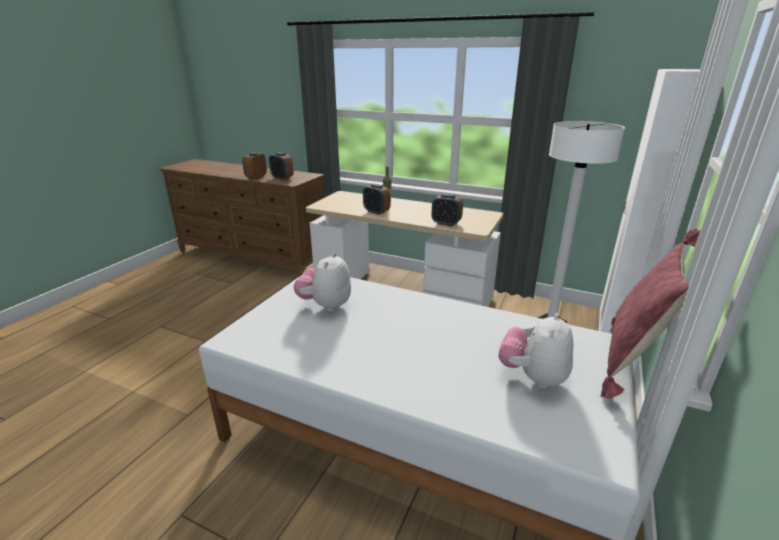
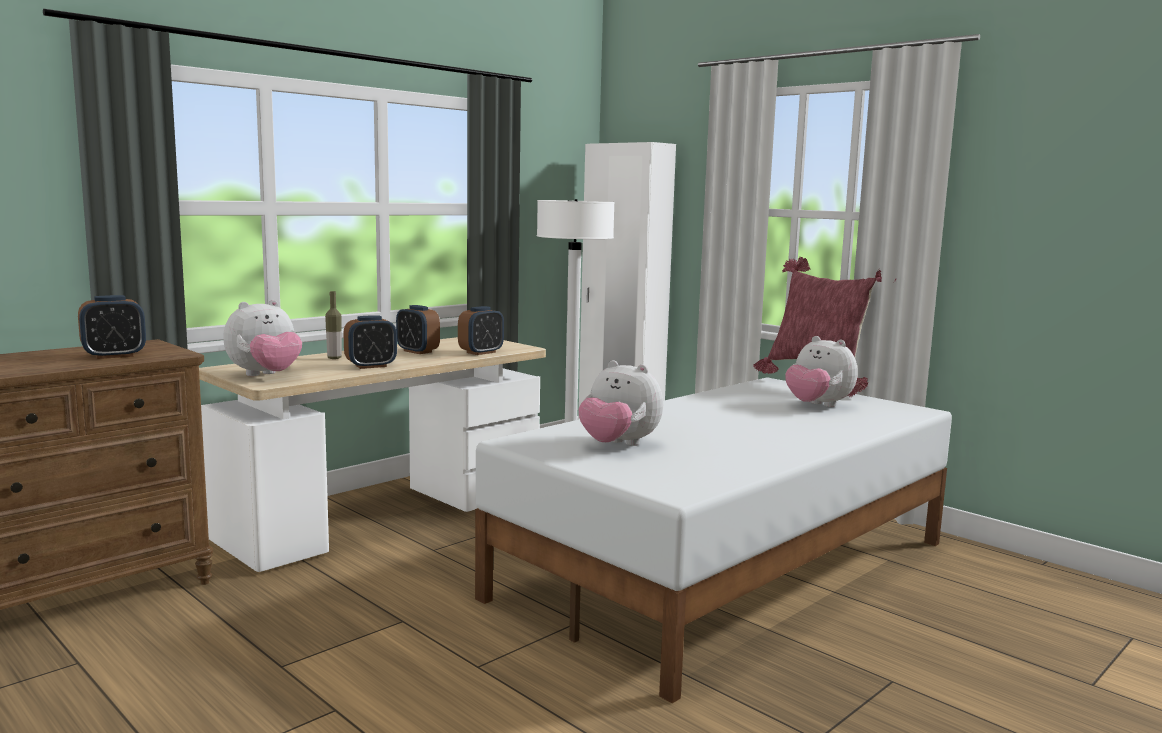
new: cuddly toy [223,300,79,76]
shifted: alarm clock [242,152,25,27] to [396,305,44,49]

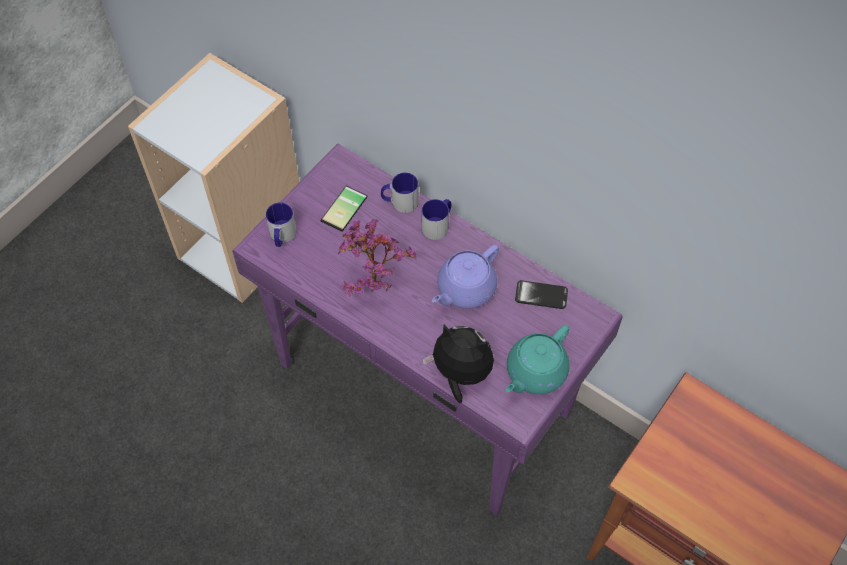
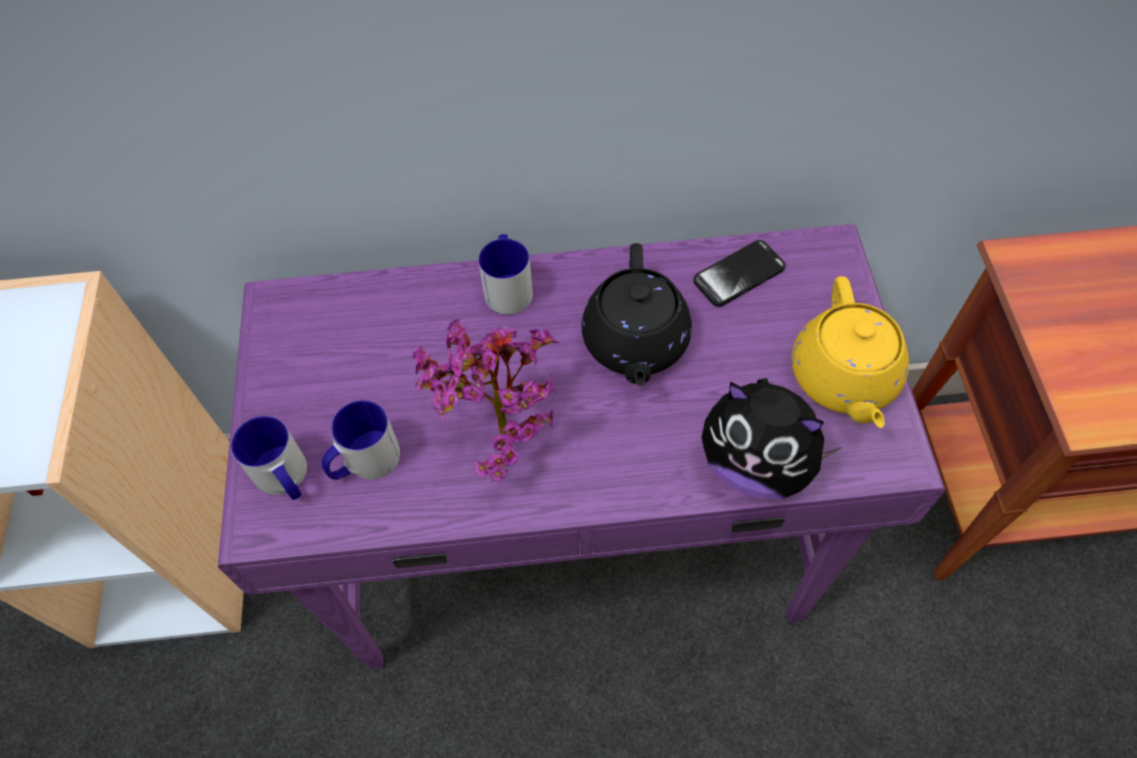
gone: telephone [320,186,48,46]
shifted: coffee mug [381,173,38,40] to [322,400,78,80]
repainted: teapot (purple-coloured) [432,244,67,65] to teapot (black) [582,243,110,143]; teapot (turquoise) [506,325,64,69] to teapot (yellow-coloured) [792,276,117,152]
rotated: cuddly toy [422,324,72,80] = [702,378,139,121] 135 degrees counterclockwise

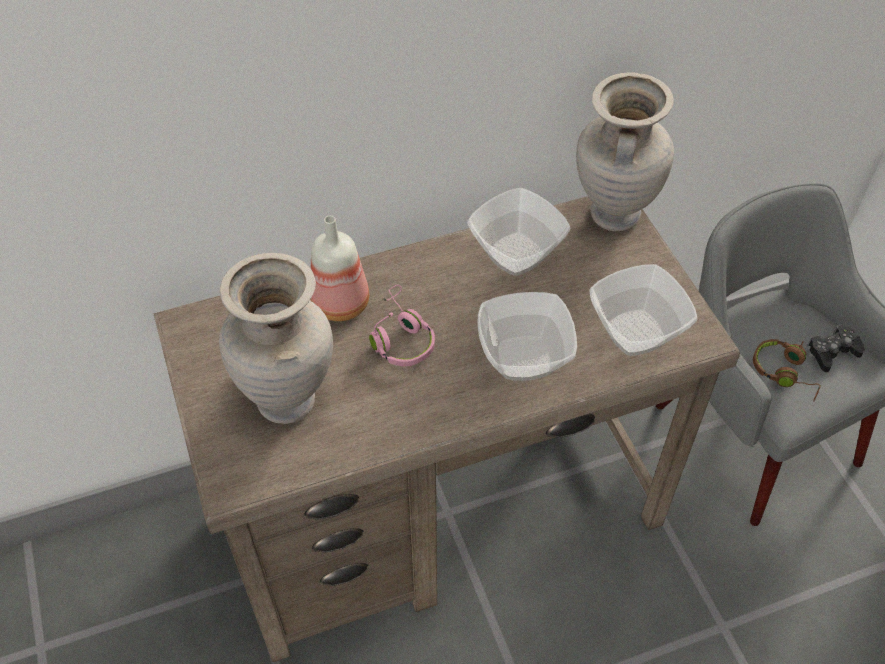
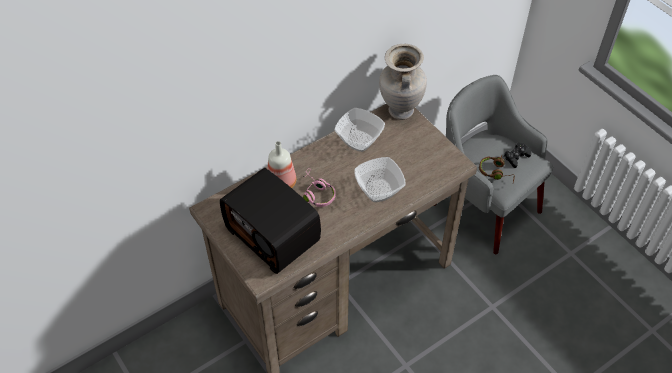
gone: bowl [589,264,108,92]
swapped: decorative vase (beige) [219,253,114,171] to radio set [220,168,101,106]

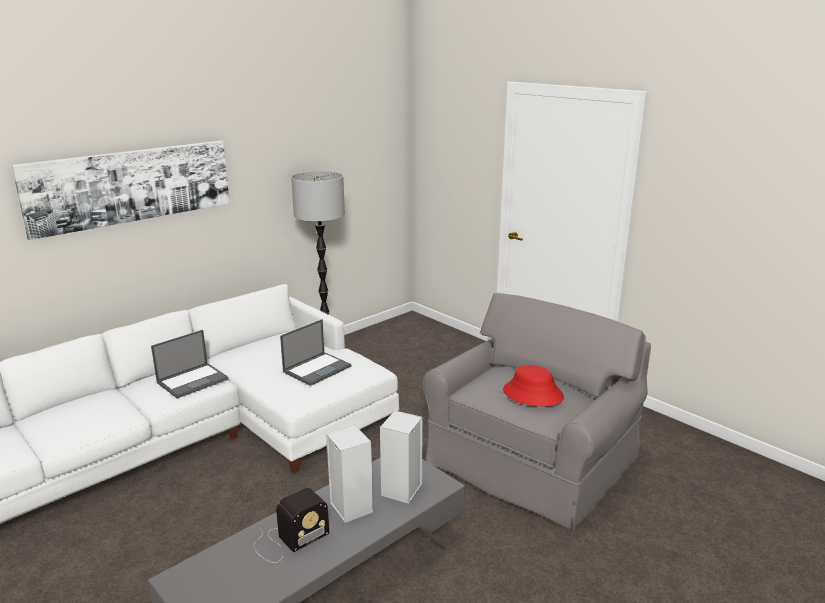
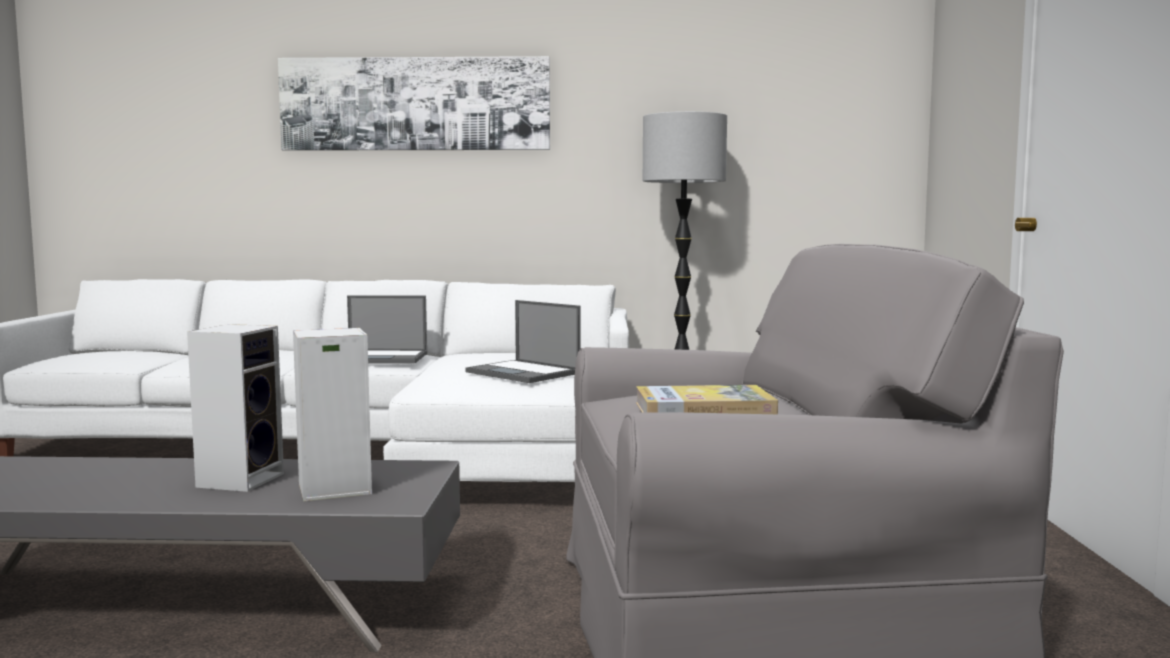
gone: radio set [253,488,76,75]
swapped: clothing hat (red-coloured) [503,365,61,41] to bound book [636,385,142,29]
rotated: notebook computer [280,319,71,67] = [465,300,116,83] 45 degrees clockwise

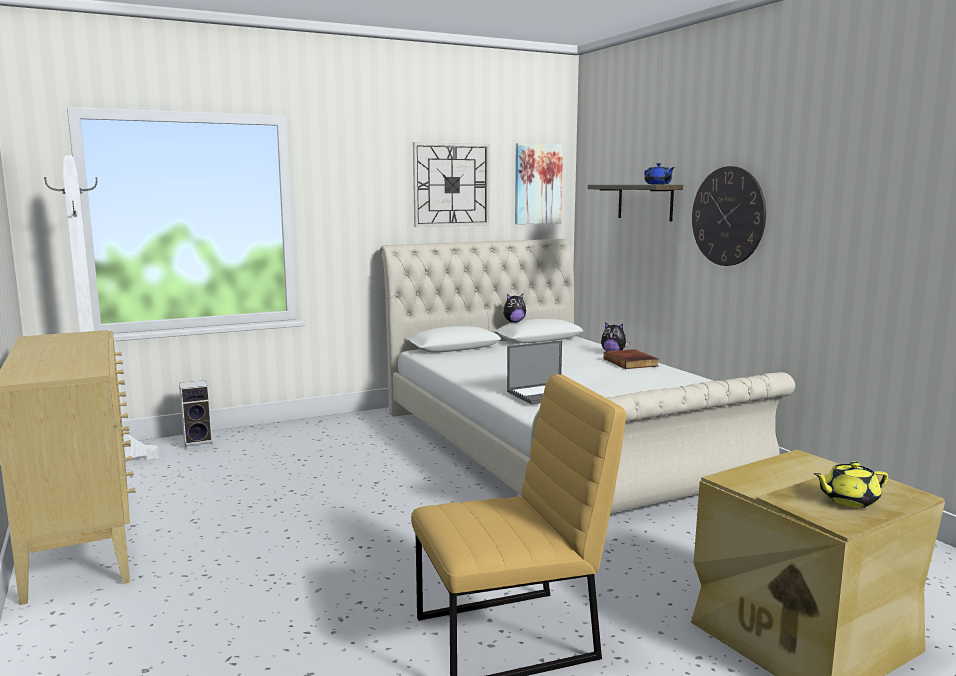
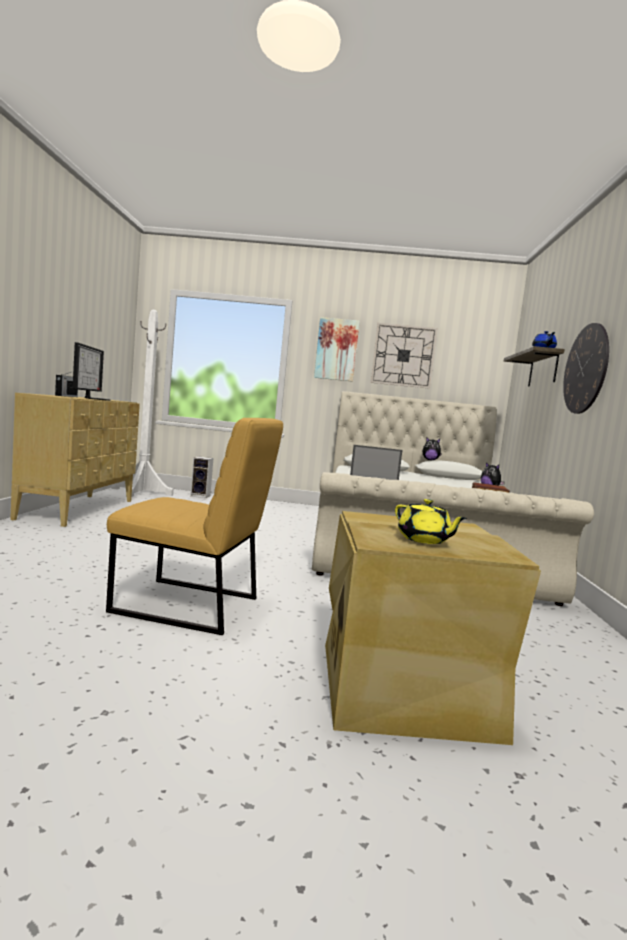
new: radio set [55,372,23,25]; monitor [73,342,37,59]
shifted: wall picture [515,143,48,81] to [314,317,46,65]
rotated: teapot (yellow-coloured) [814,462,74,46] = [395,499,72,45] 150 degrees counterclockwise

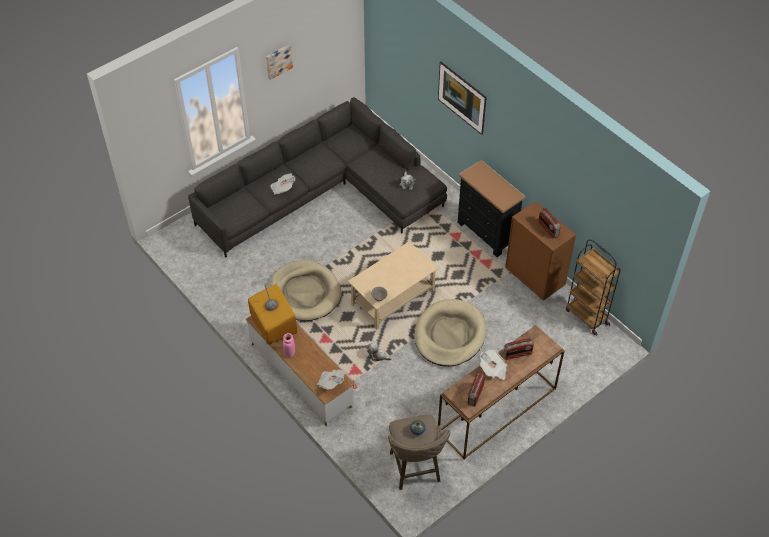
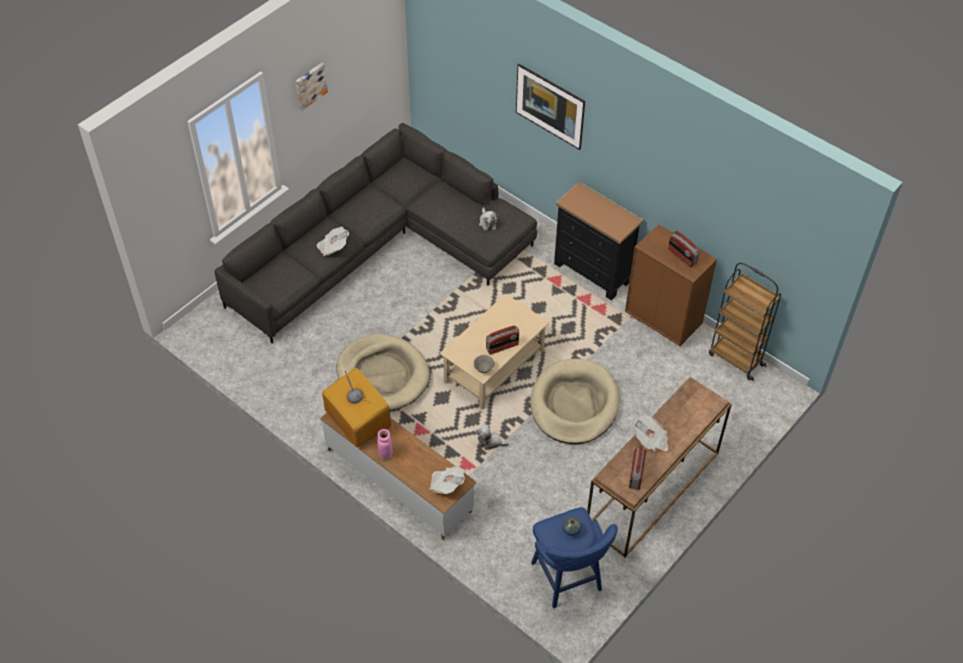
shifted: radio set [504,338,30,22] to [486,325,33,30]
repainted: stool seat (beige) [388,414,62,76] to stool seat (bluish) [531,507,87,101]

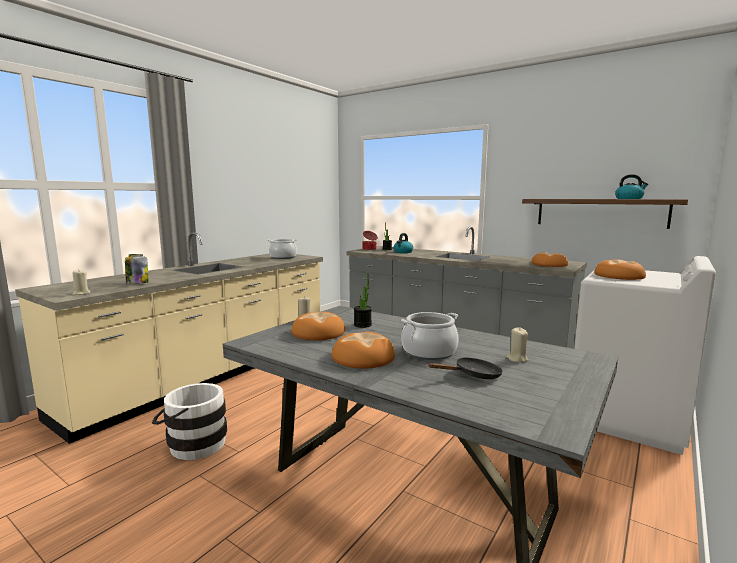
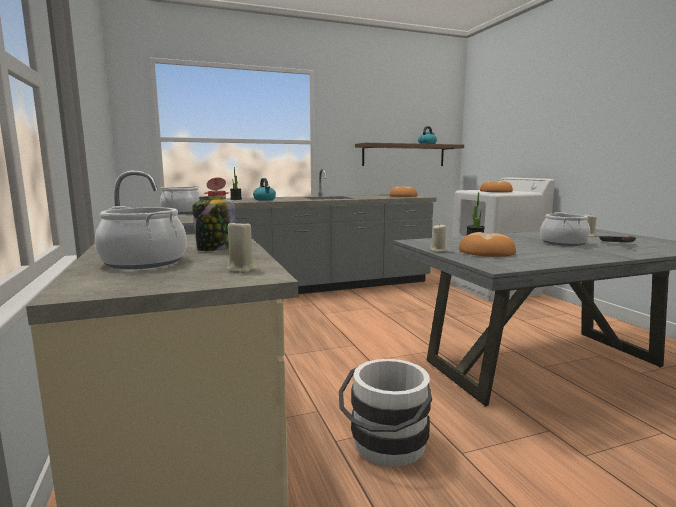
gone: bread [332,332,63,36]
new: saucepot [95,206,92,63]

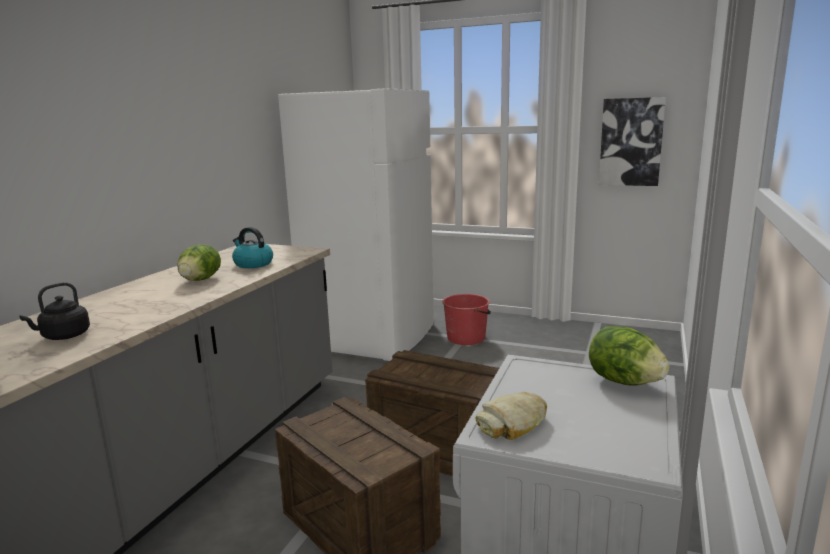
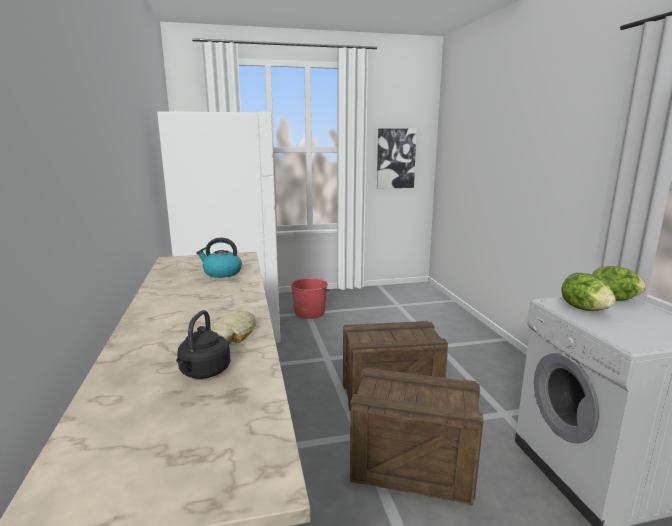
shifted: bread [475,392,72,48] to [212,311,44,33]; lettuce head [178,244,43,37] to [561,273,55,38]

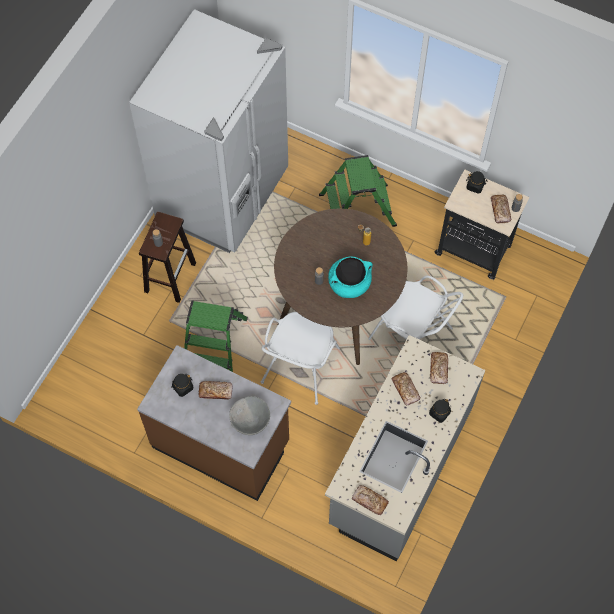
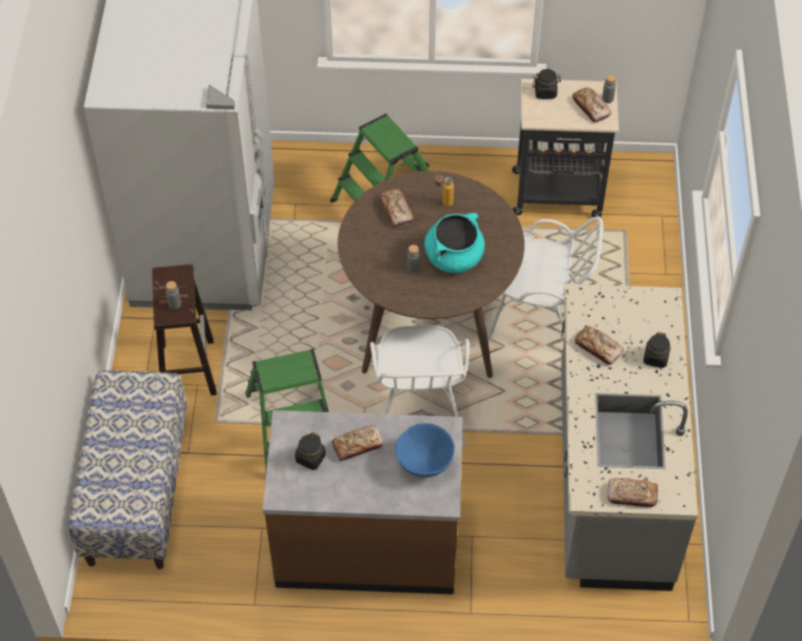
new: indoor bench [69,370,118,199]
shifted: bread [430,352,18,32] to [379,189,35,38]
repainted: bowl (gray) [229,396,41,39] to bowl (bluish) [395,423,60,54]

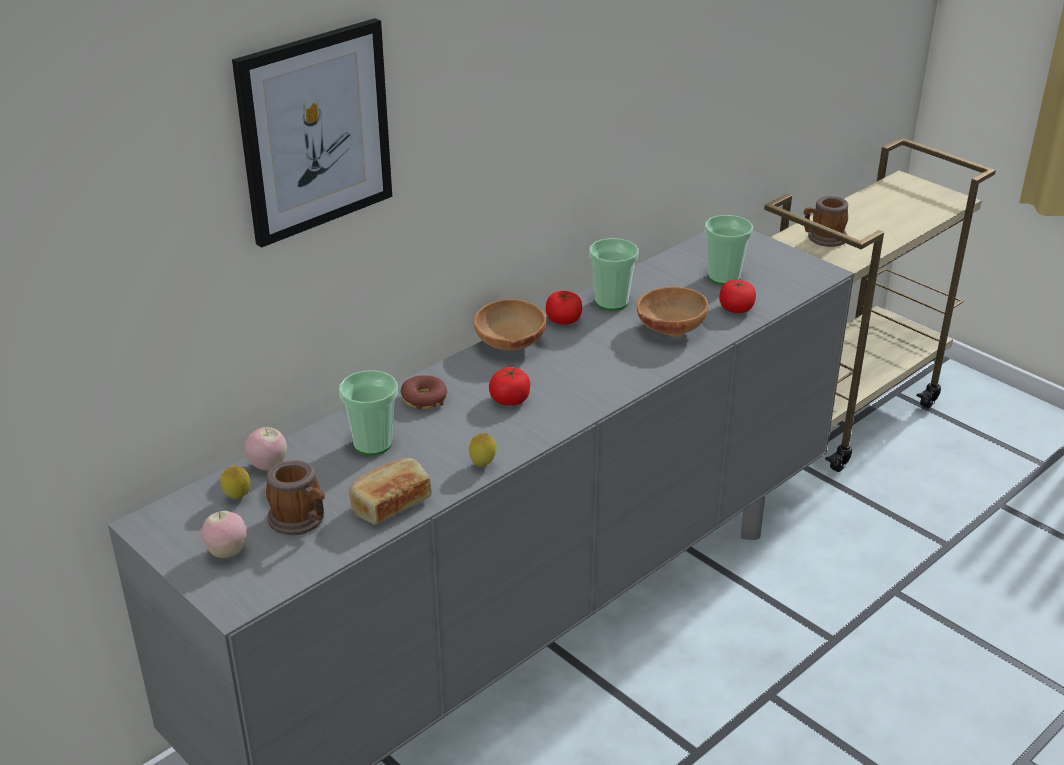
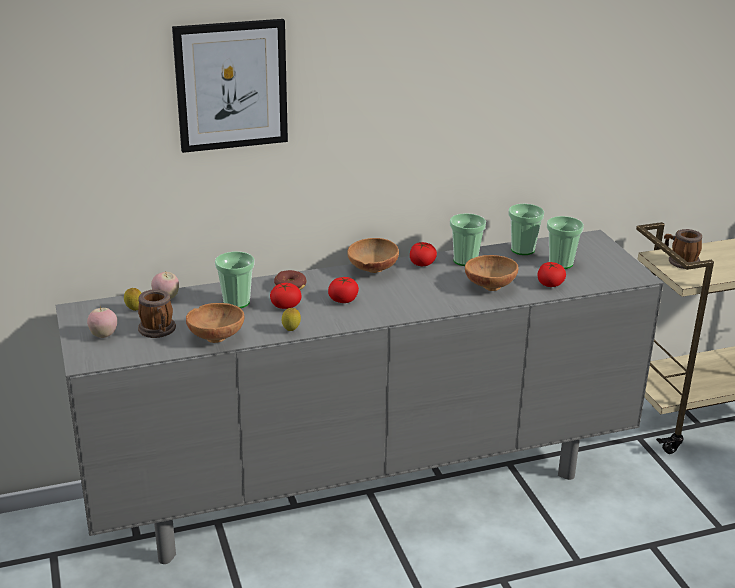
new: fresh tomato [270,283,32,26]; small cup [508,204,36,51]
swapped: bread [349,458,83,66] to bowl (brown) [186,303,58,40]

